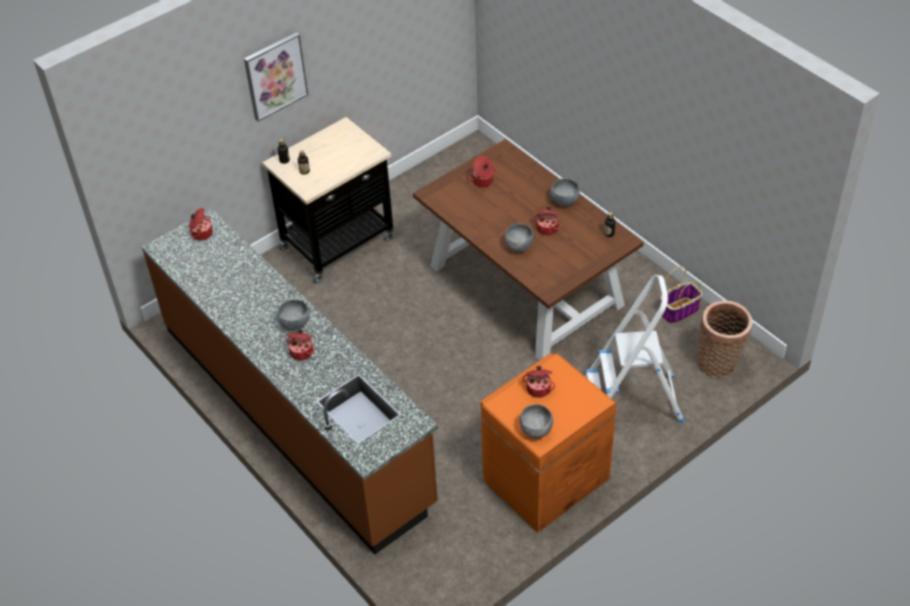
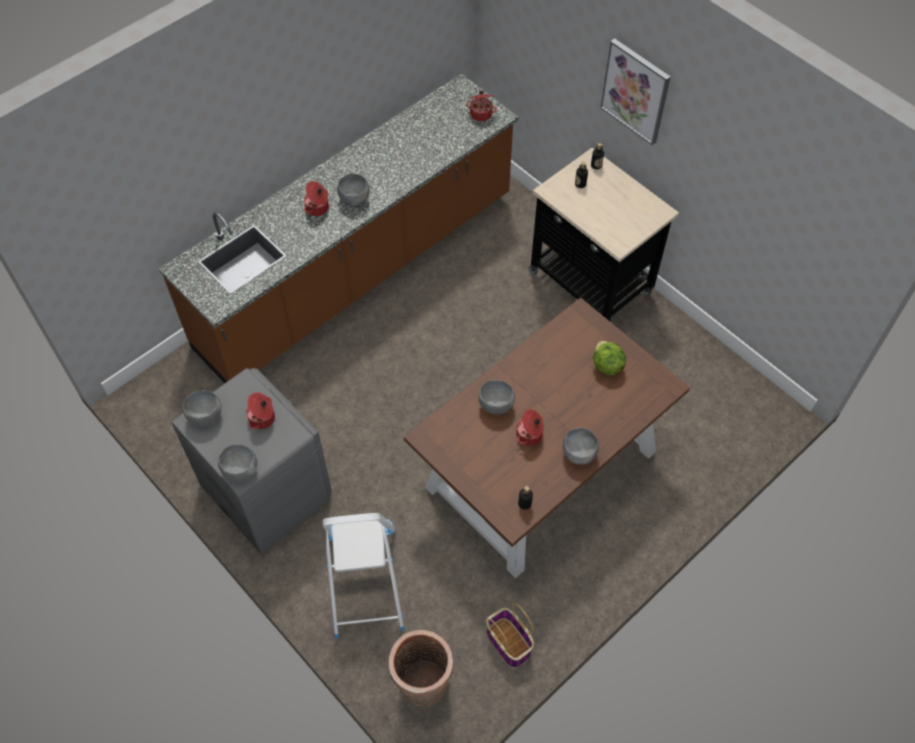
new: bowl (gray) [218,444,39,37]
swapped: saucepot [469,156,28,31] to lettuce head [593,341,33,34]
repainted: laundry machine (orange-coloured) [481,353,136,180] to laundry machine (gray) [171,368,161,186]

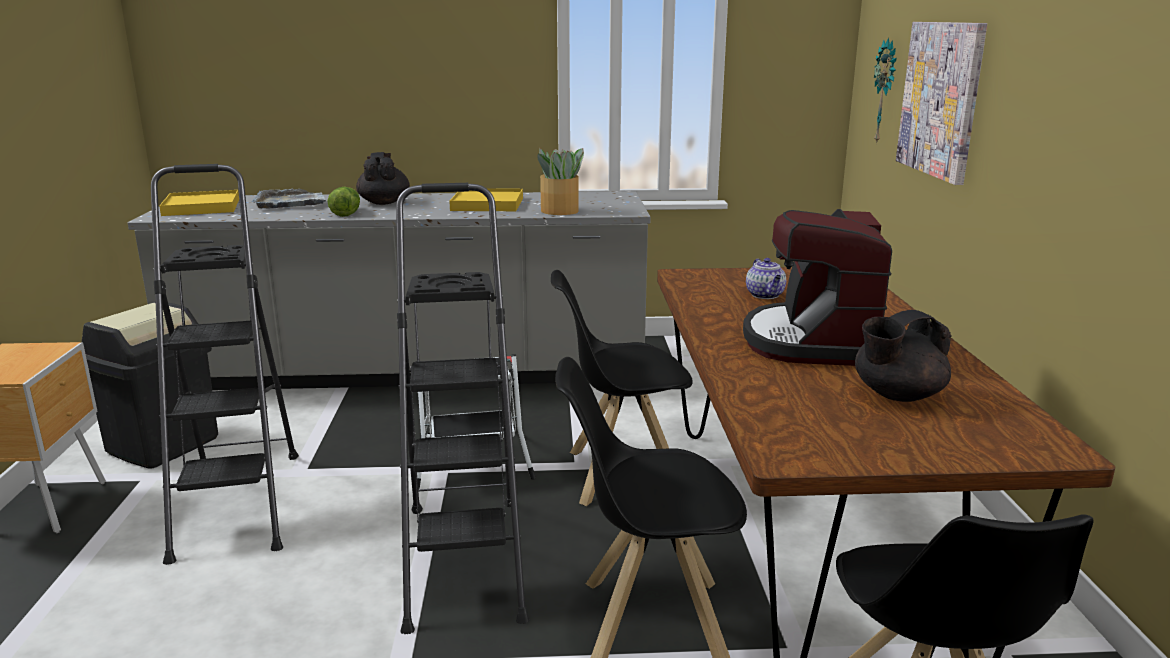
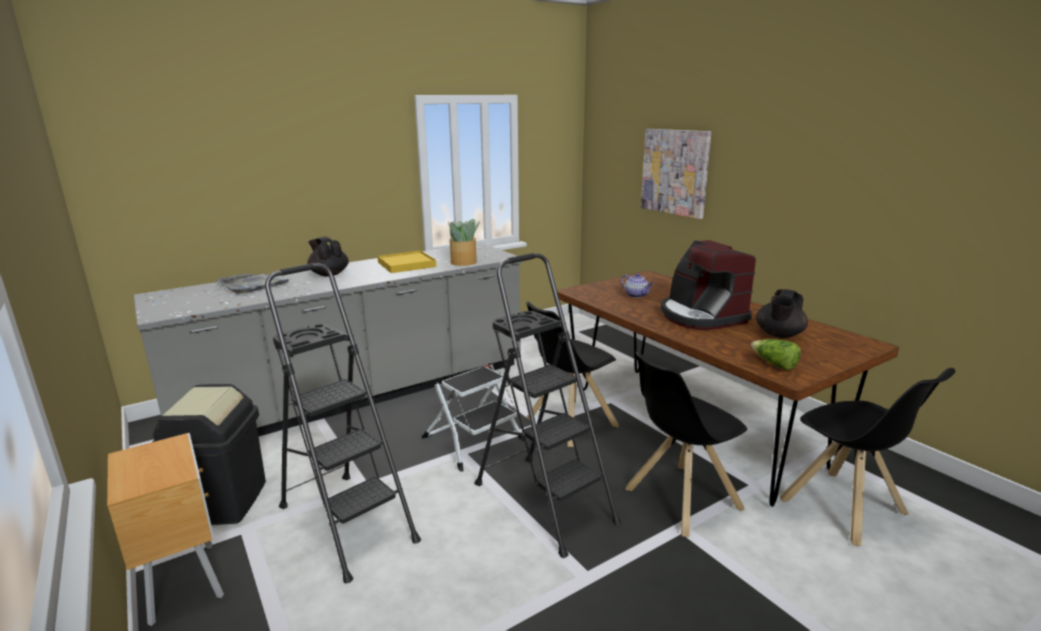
gone: tray (yellow-coloured) [159,190,80,26]; hanging clock [874,38,23,106]
shifted: lettuce head [328,187,32,30] to [751,339,50,31]

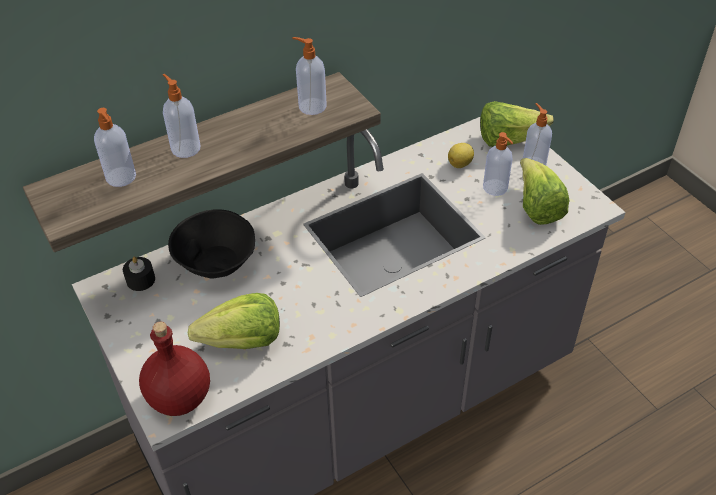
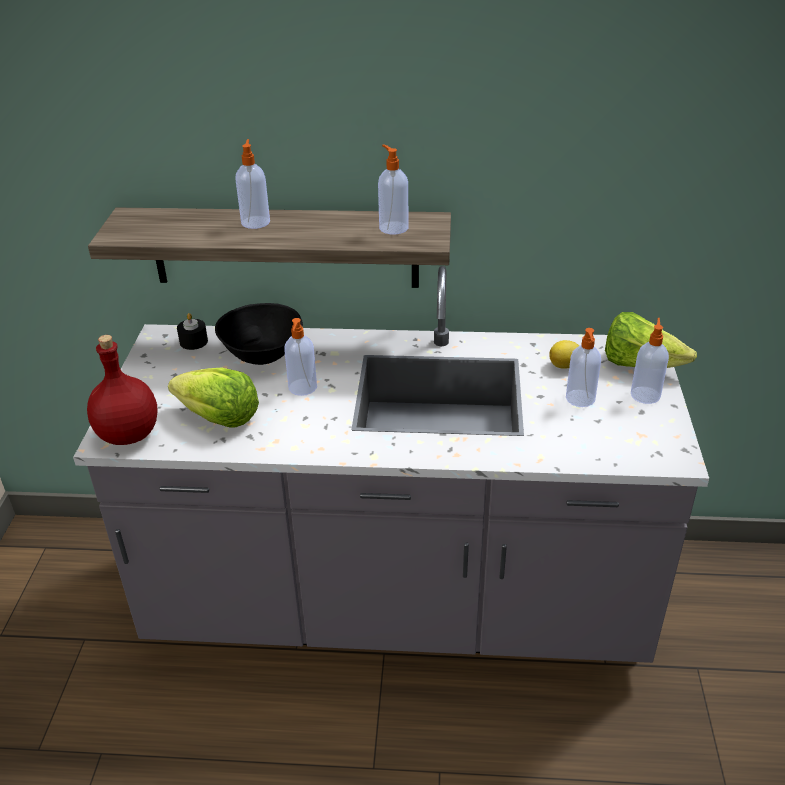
gone: lettuce head [520,158,50,67]
shifted: soap dispenser [94,108,42,79] to [284,318,33,78]

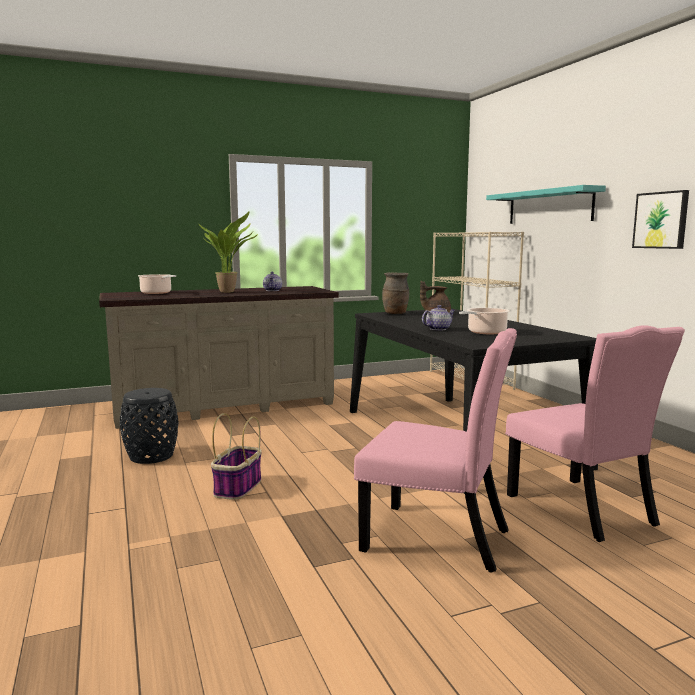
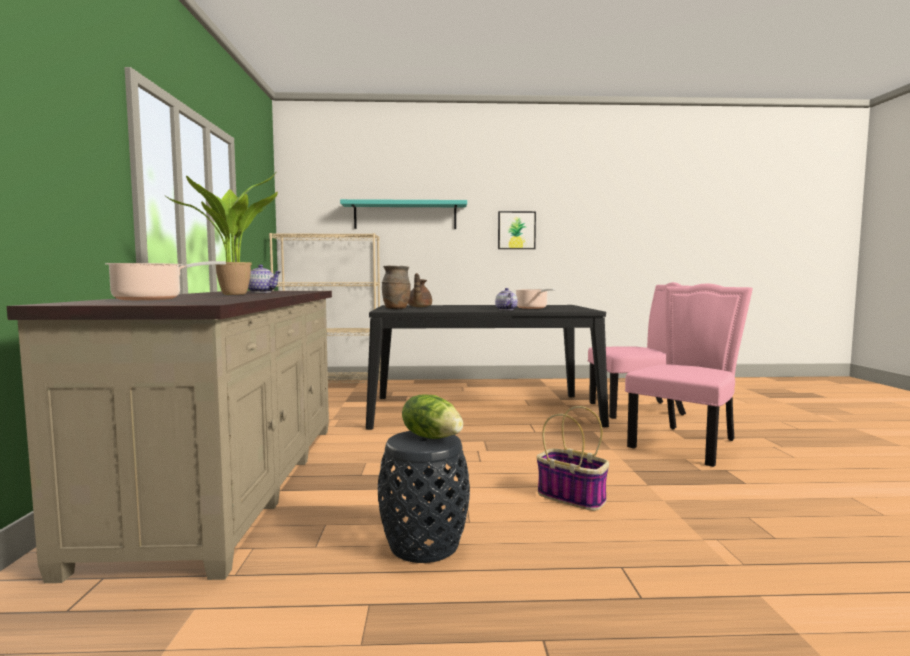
new: lettuce head [402,395,61,44]

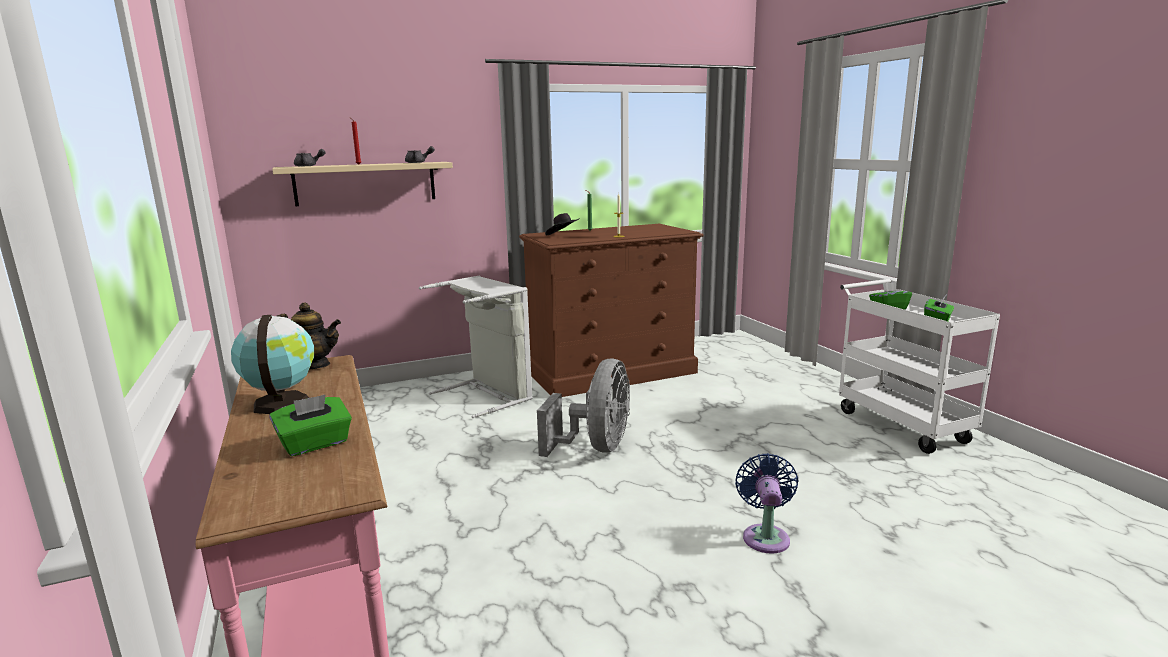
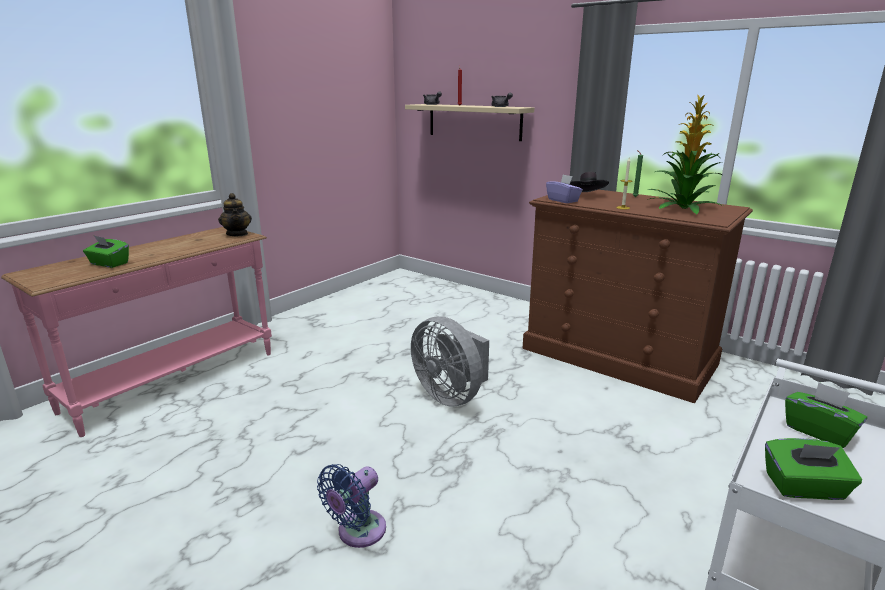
gone: world globe [231,315,83,99]; washing basket (gray) [419,275,113,143]
new: tissue holder (purple-coloured) [546,174,37,29]; potted plant [647,94,76,120]
rotated: electric fan (bluish) [735,453,64,101] = [317,464,69,84] 150 degrees clockwise; electric fan (gray) [537,358,93,99] = [411,316,78,90] 60 degrees clockwise

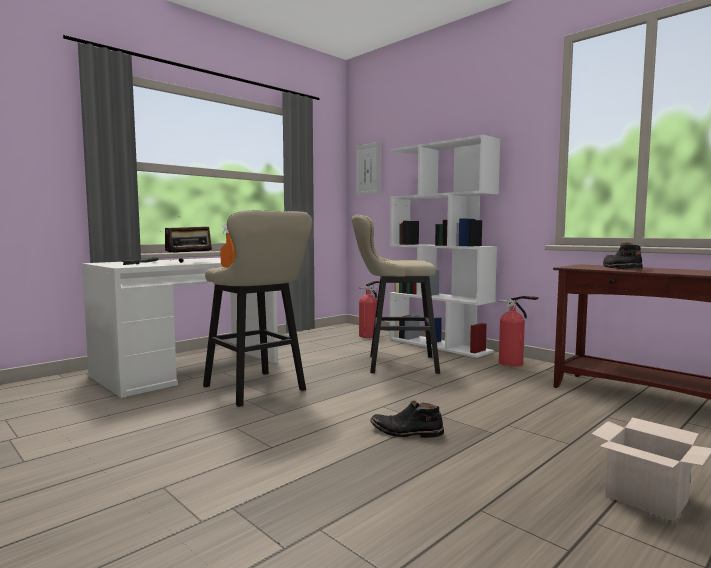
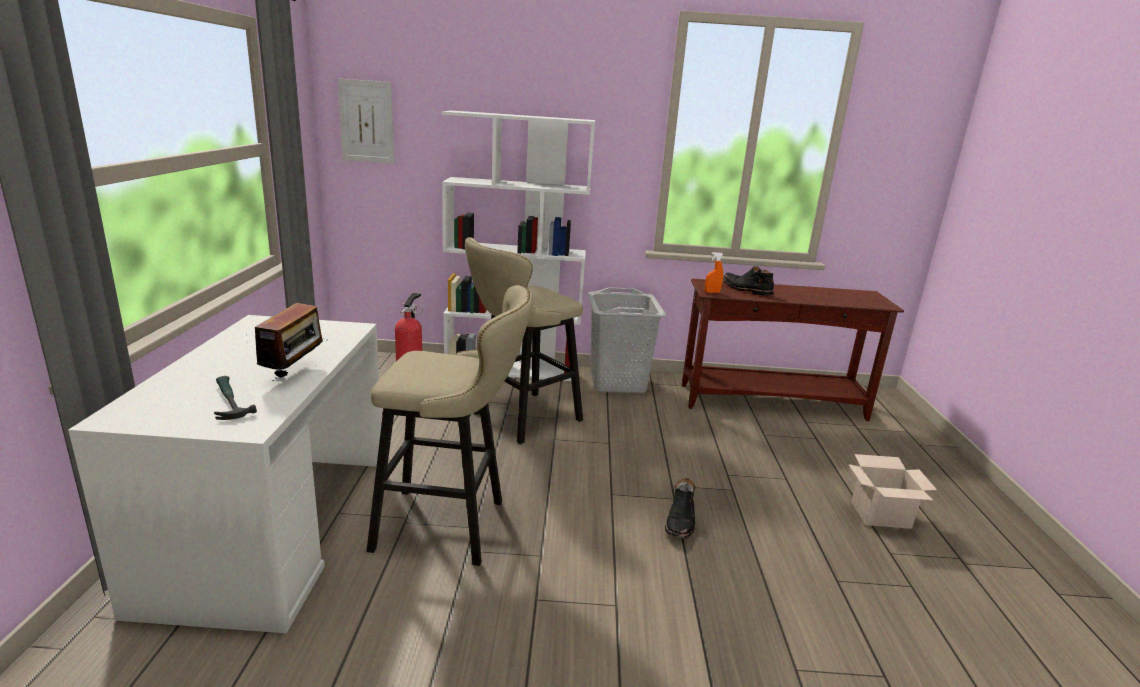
shifted: spray bottle (orange-coloured) [220,225,15,42] to [705,252,18,41]
swapped: fire extinguisher [499,296,40,71] to washing basket (gray) [588,287,78,106]
rotated: high-top boot (black) [370,400,74,38] = [665,478,30,60] 45 degrees counterclockwise

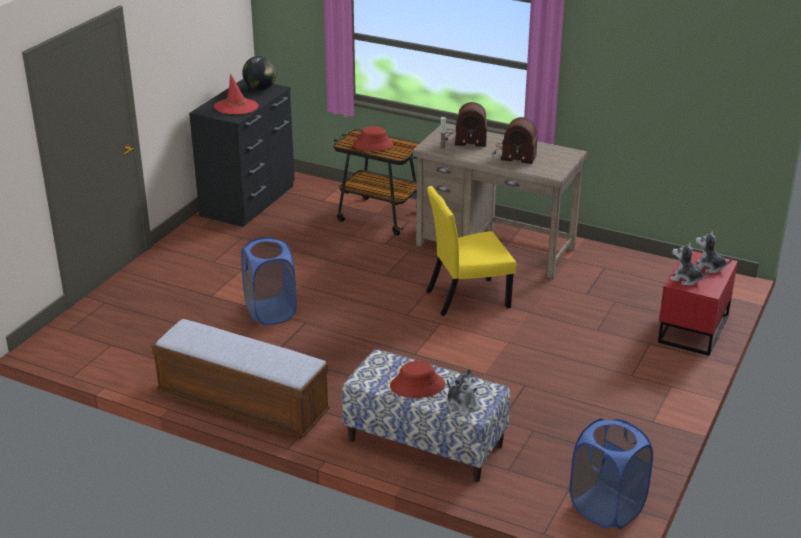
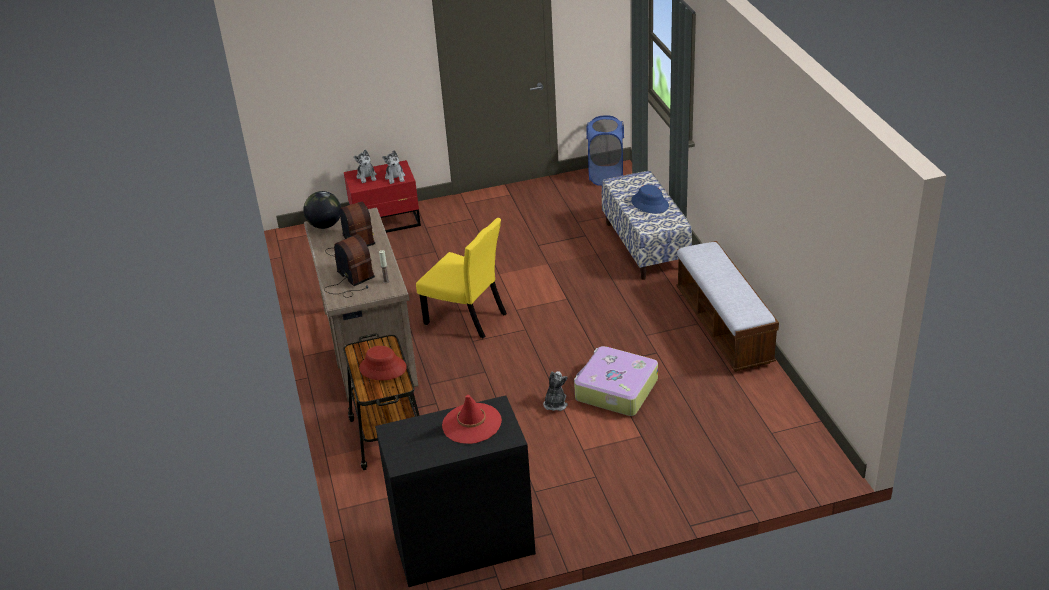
shifted: world globe [242,56,35,34] to [303,191,38,38]; cuddly toy [447,369,34,48] to [543,371,25,40]
swapped: washing basket (bluish) [241,237,56,88] to suitcase [574,346,84,70]
repainted: clothing hat (red-coloured) [390,361,55,37] to clothing hat (bluish) [631,185,38,29]

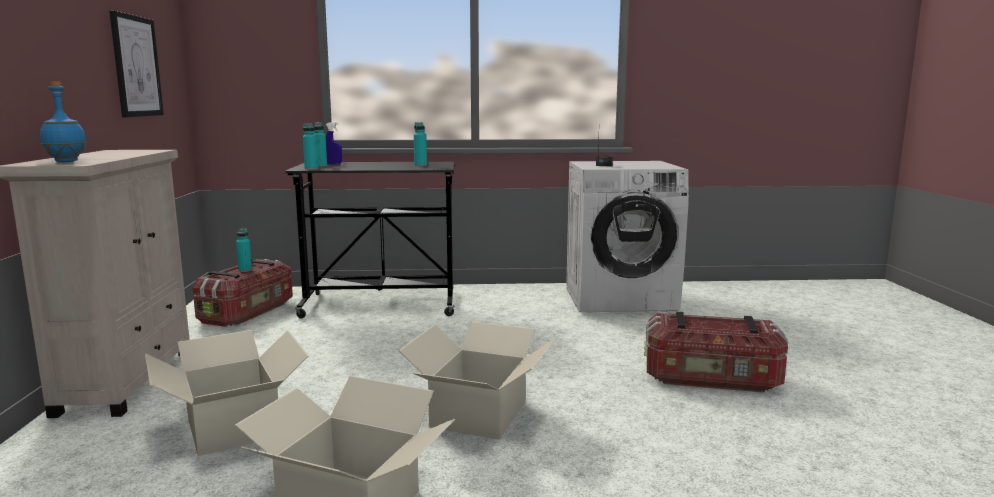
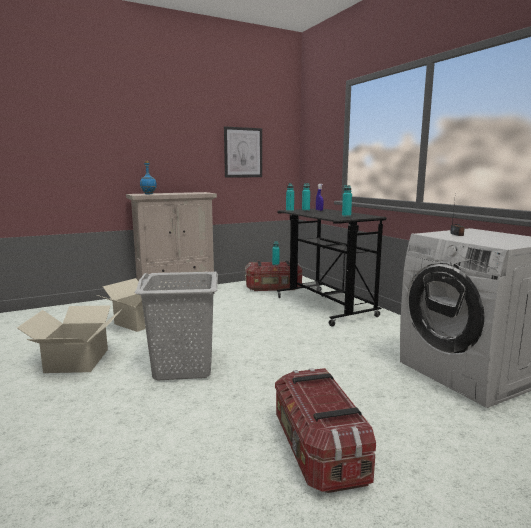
swapped: packing box [399,322,156,118] to washing basket (gray) [135,271,83,109]

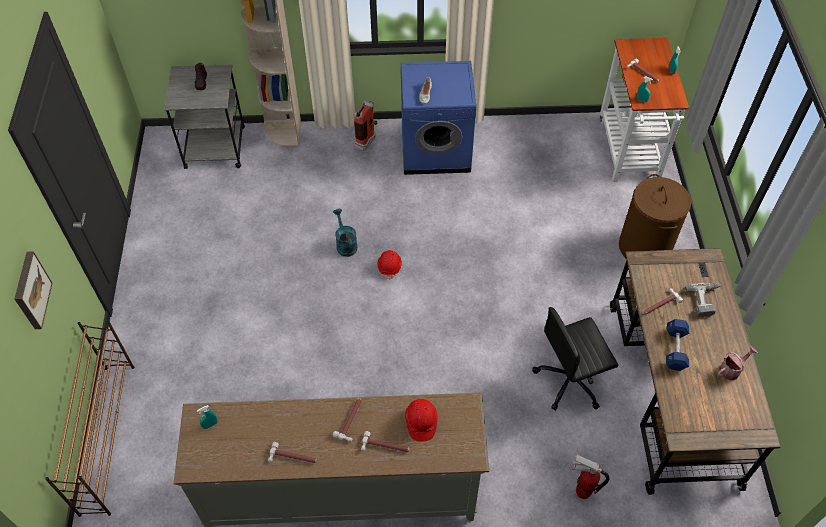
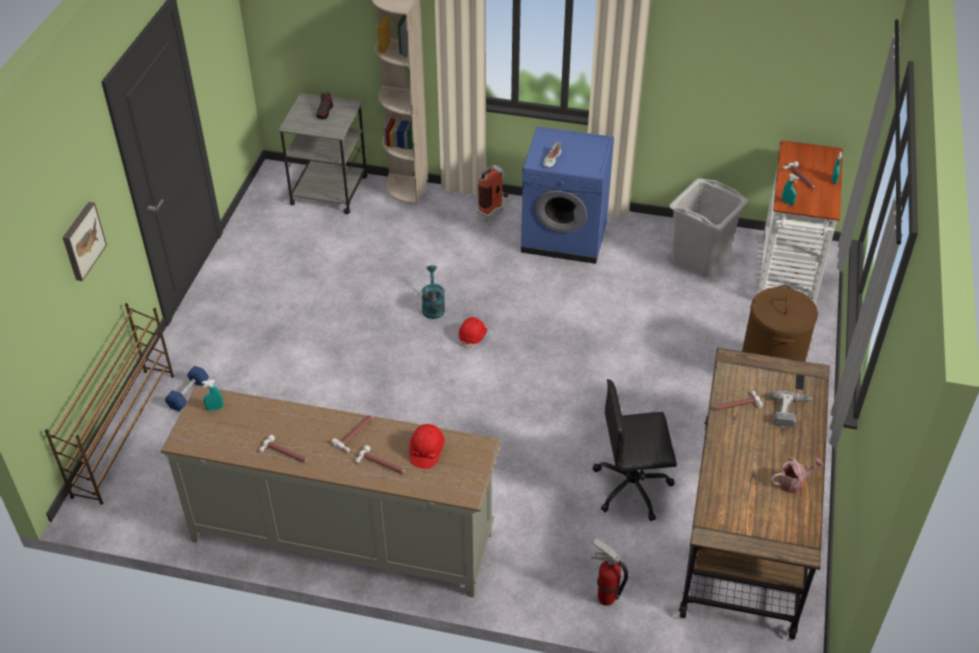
new: washing basket (gray) [669,178,79,99]
shifted: free weight (bluish) [666,319,23,52] to [165,366,44,46]

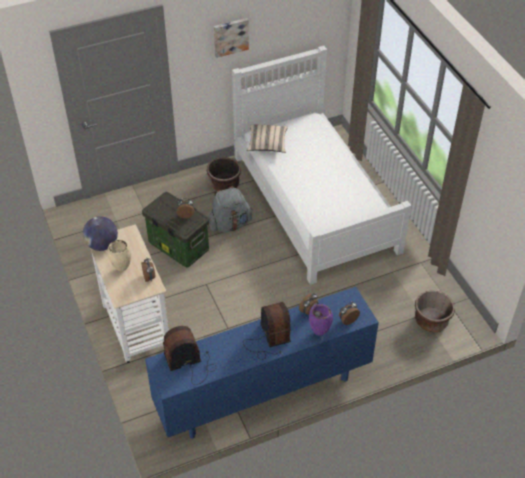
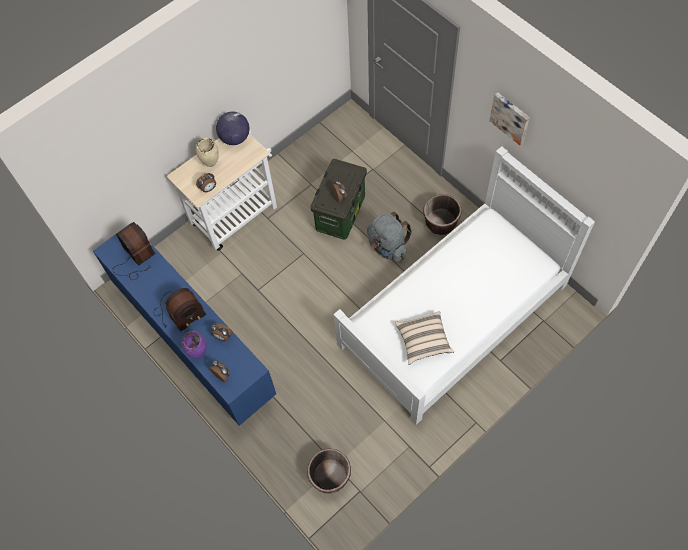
shifted: throw pillow (beige) [247,125,41,28] to [395,311,59,54]

